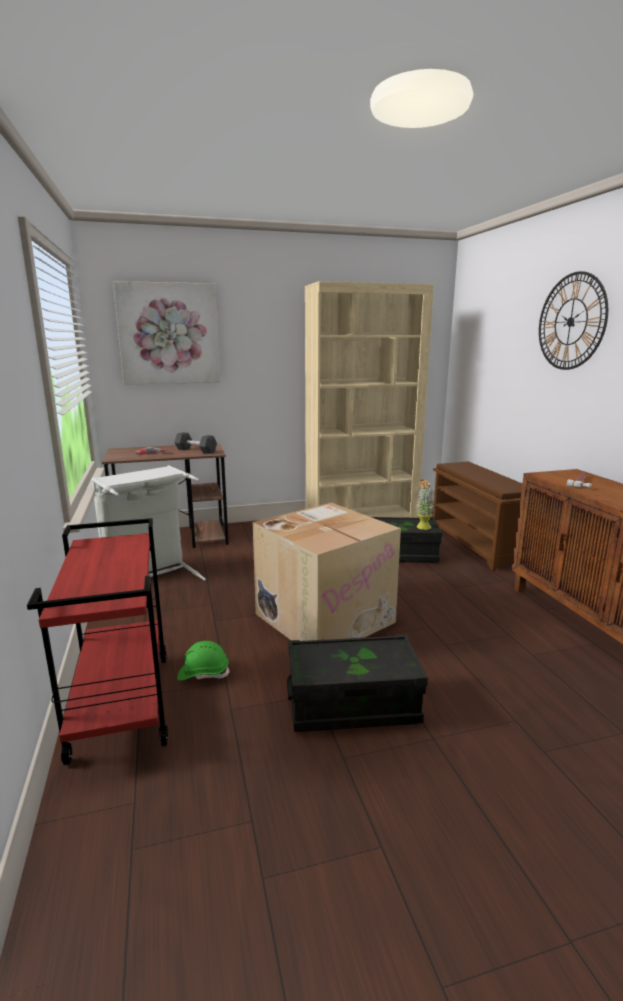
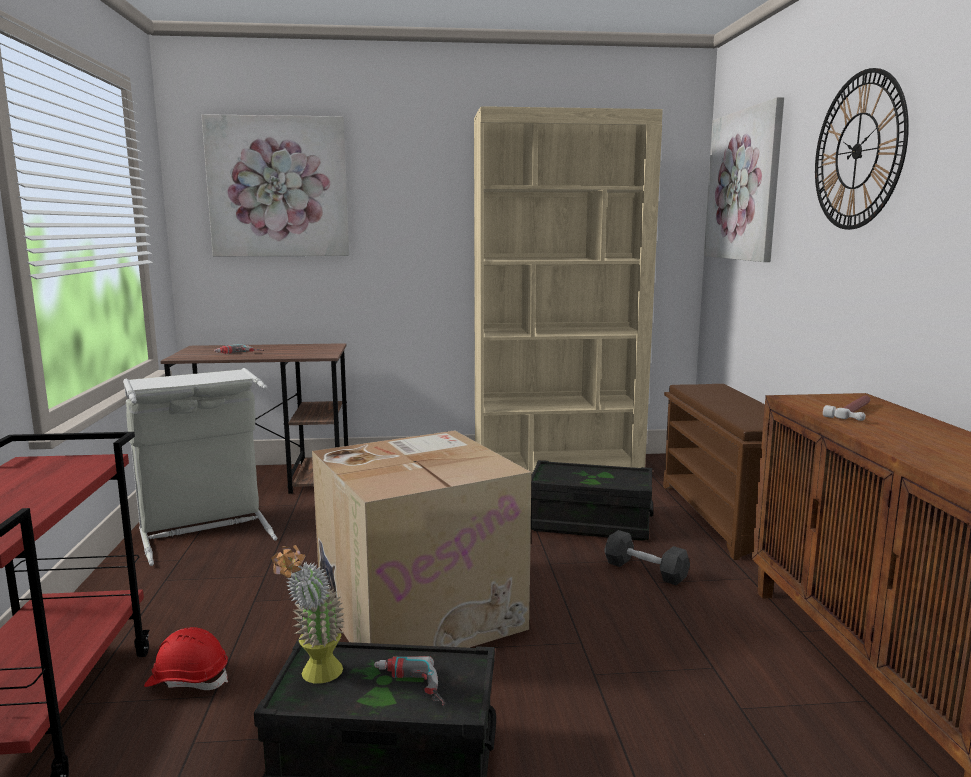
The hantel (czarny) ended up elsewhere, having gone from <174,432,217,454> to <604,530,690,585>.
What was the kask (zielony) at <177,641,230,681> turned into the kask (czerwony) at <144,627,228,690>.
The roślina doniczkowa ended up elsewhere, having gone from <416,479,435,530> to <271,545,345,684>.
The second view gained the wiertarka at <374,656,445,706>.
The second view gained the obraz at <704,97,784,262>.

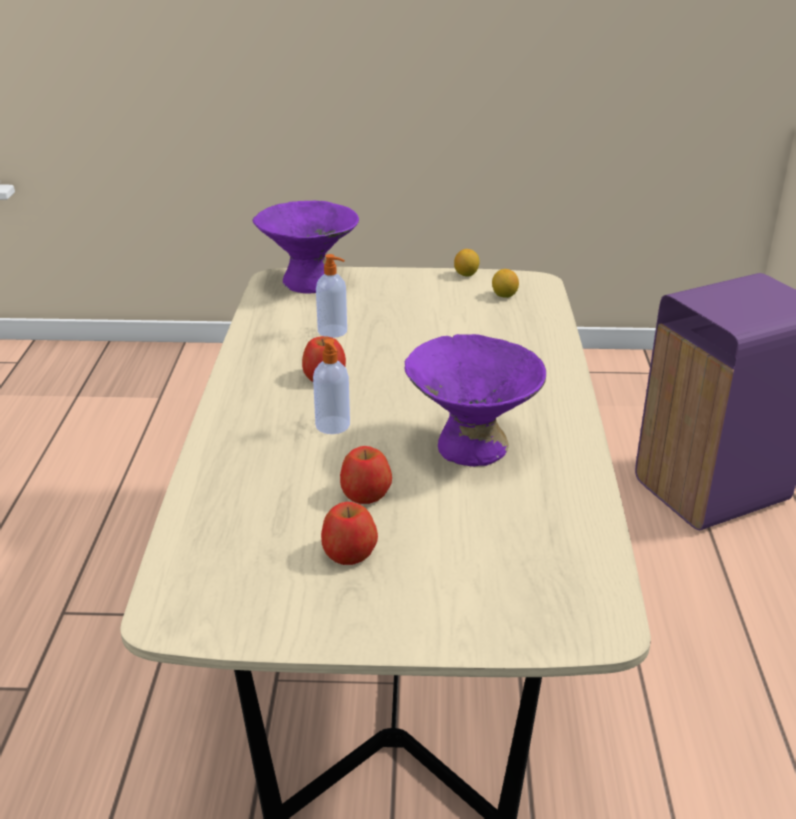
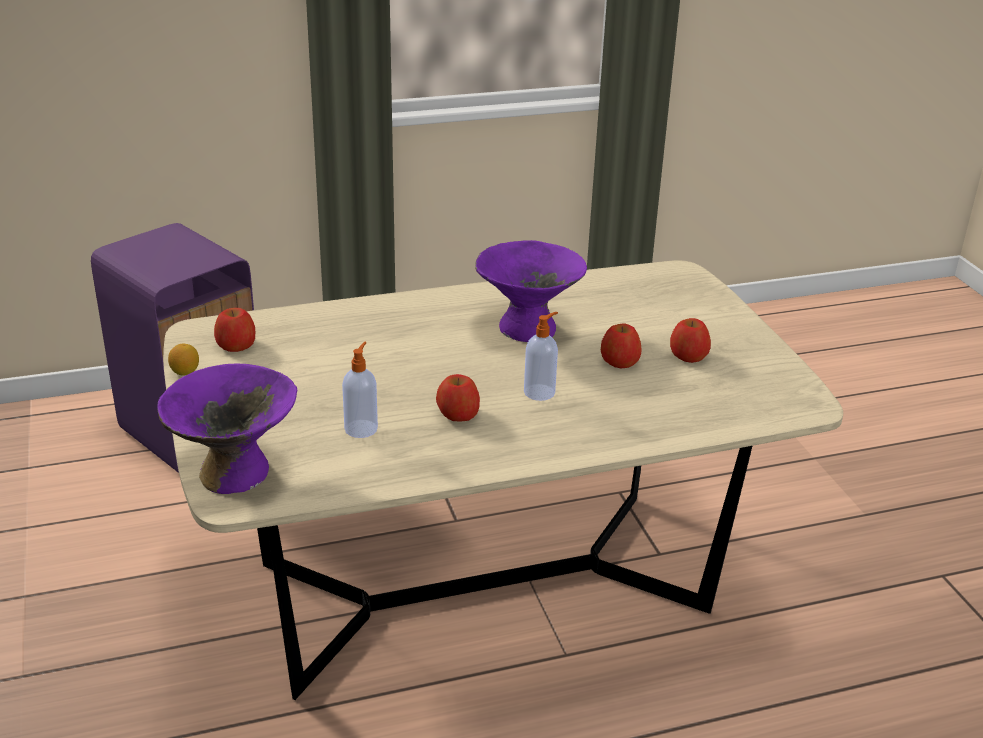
Where the cytryna stood at <492,269,519,298>, the jabłko came to stand at <214,308,255,352>.

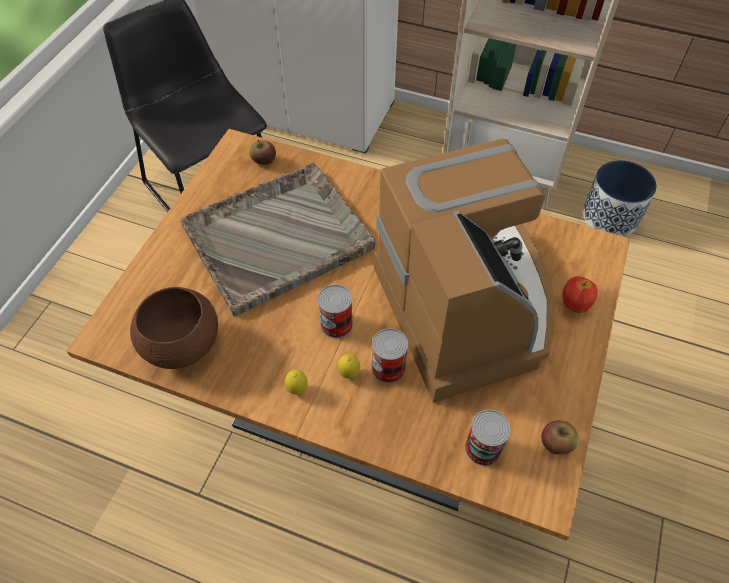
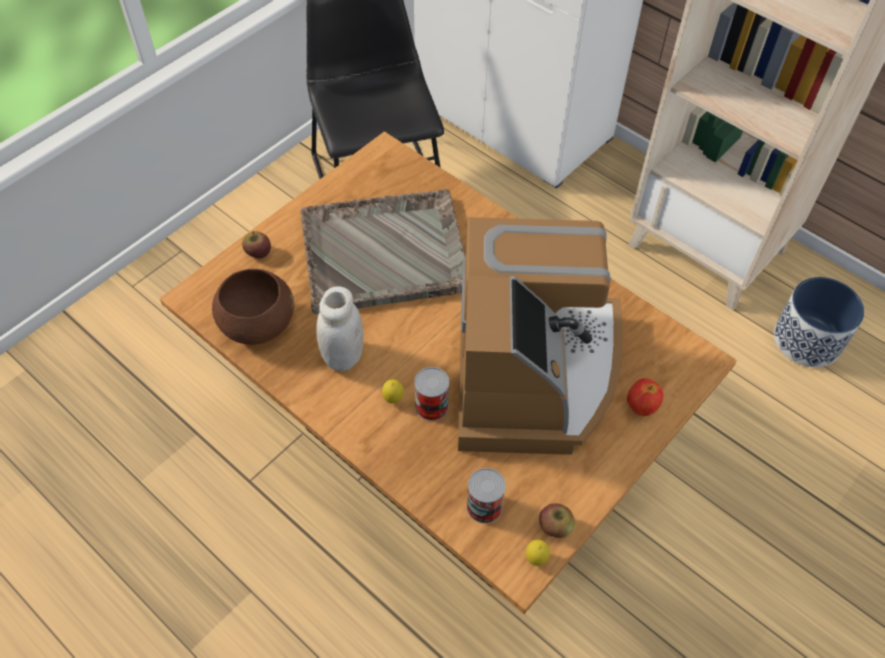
The jabłko ended up elsewhere, having gone from <249,139,276,165> to <242,231,271,259>.
The cytryna ended up elsewhere, having gone from <285,370,308,395> to <526,539,550,566>.
The second view lost the puszka at <318,285,353,338>.
The second view gained the słoik (biały) at <316,286,364,371>.

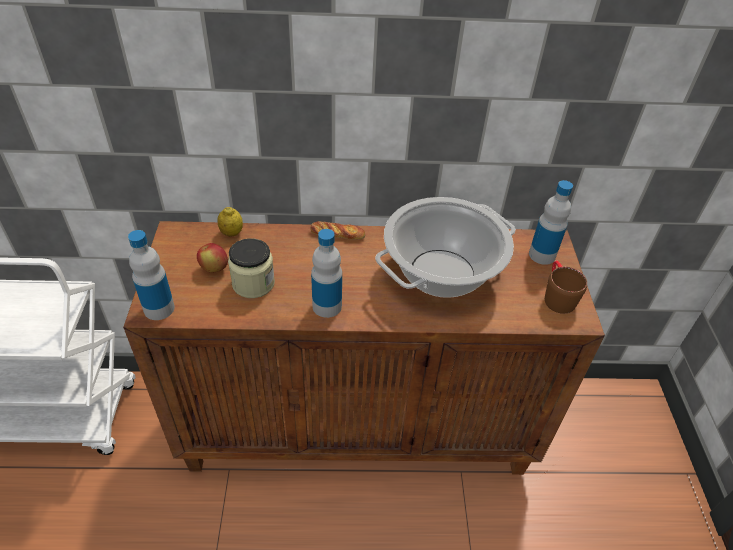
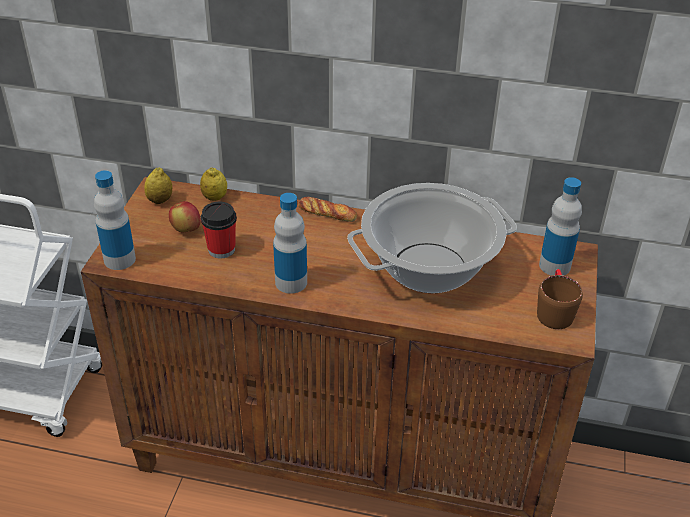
Where the słoik stood at <228,238,275,298>, the filiżanka came to stand at <201,202,237,258>.
The second view gained the cytryna at <144,168,172,204>.

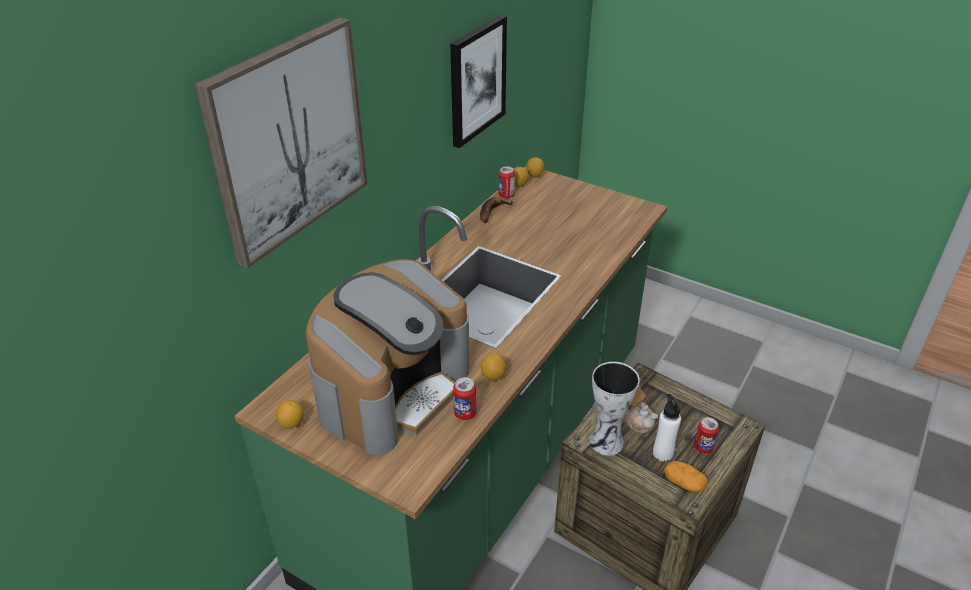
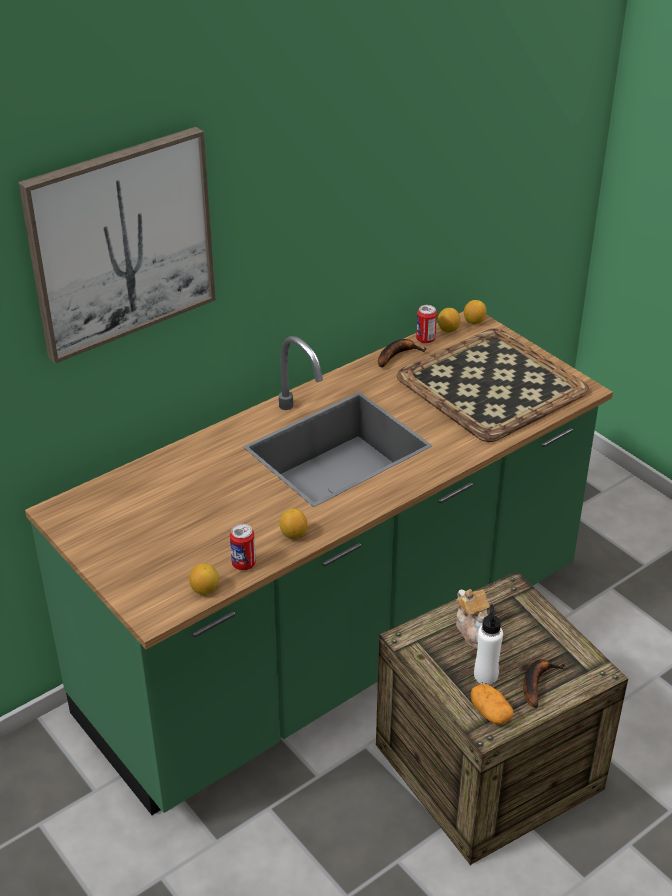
The cytryna ended up elsewhere, having gone from <276,400,304,429> to <189,563,219,594>.
The second view lost the ekspres do kawy at <305,259,470,455>.
The second view lost the obraz at <450,15,507,148>.
The second view lost the wazon at <589,362,640,456>.
Where the puszka stood at <694,417,719,454>, the banan came to stand at <523,659,564,708>.
The second view gained the taca at <397,328,589,442>.

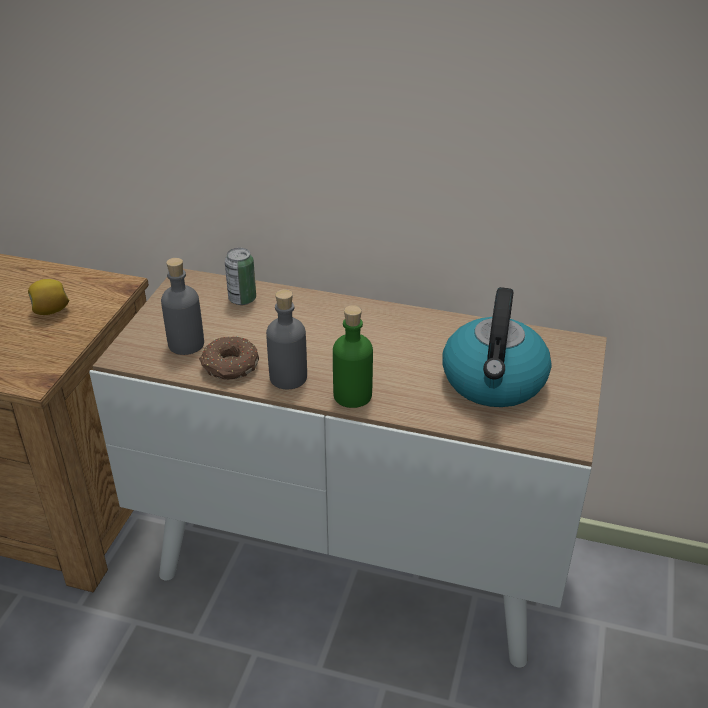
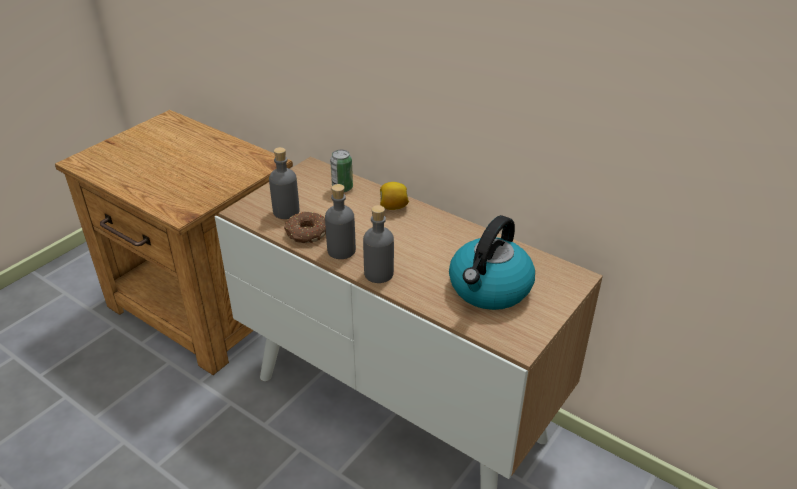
The cytryna ended up elsewhere, having gone from <28,279,69,315> to <380,182,409,210>.
What was the butelka (zielony) at <333,305,373,408> turned into the butelka (szary) at <363,205,394,283>.

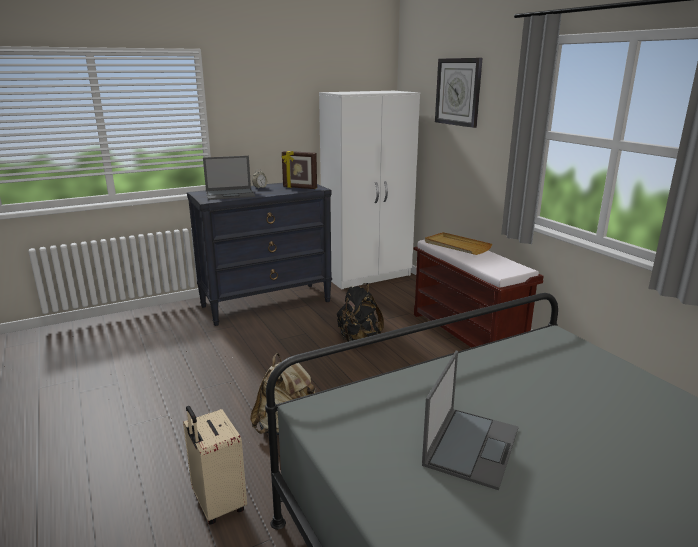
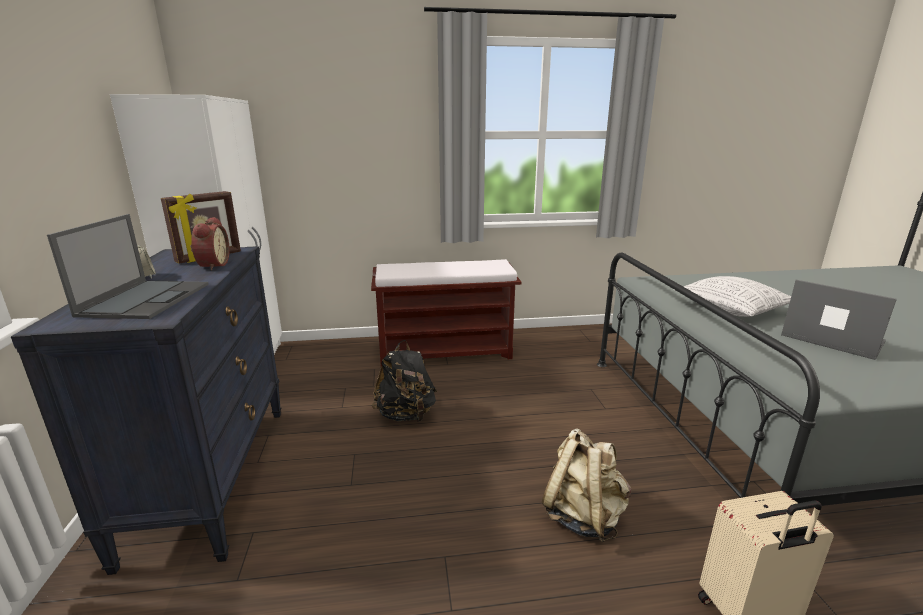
The second view lost the taca (beżowy) at <425,232,492,255>.
The second view lost the zegar ścienny at <435,58,482,128>.
The second view gained the budzik at <190,217,230,270>.
The second view gained the poduszka at <675,276,791,317>.

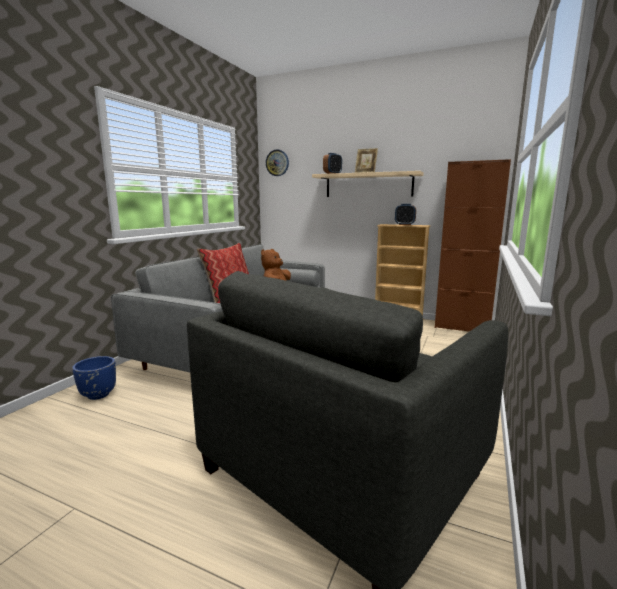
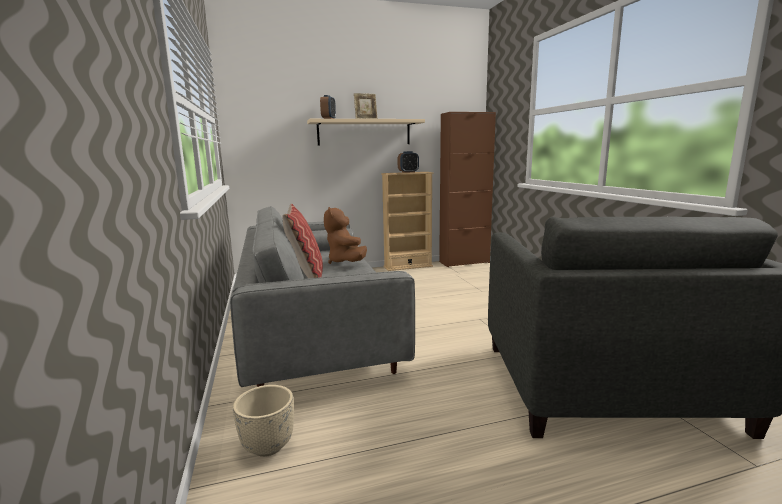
What was the donica (niebieski) at <72,356,116,400> turned into the donica (beżowy) at <233,385,294,457>.
The second view lost the zegar ścienny at <266,149,289,176>.

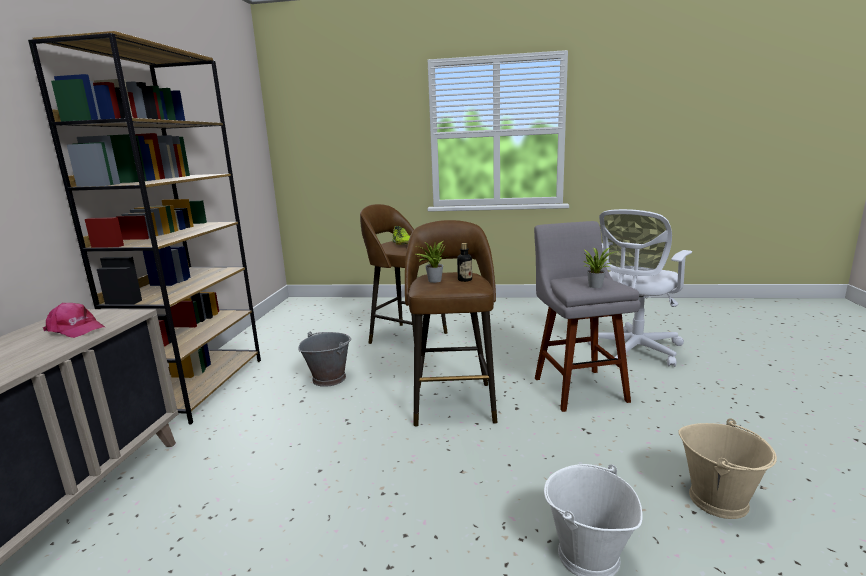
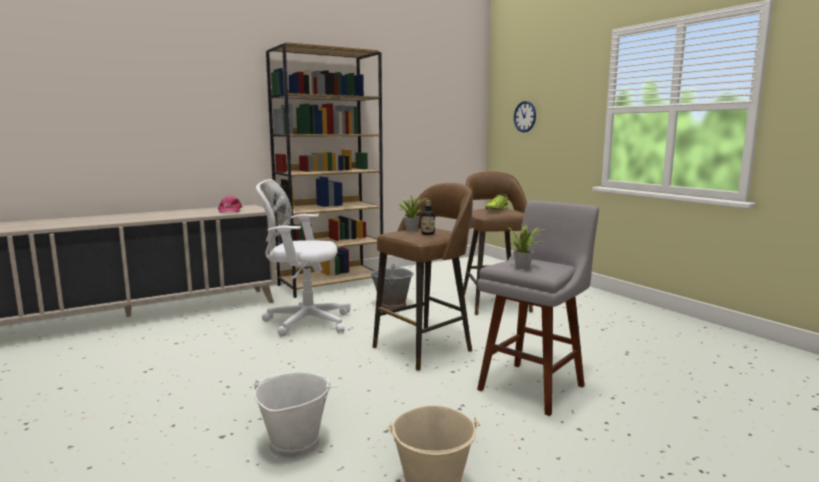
The krzesło biurowe (biały) ended up elsewhere, having gone from <587,209,692,367> to <256,179,350,336>.
The second view gained the zegar ścienny at <514,101,536,132>.

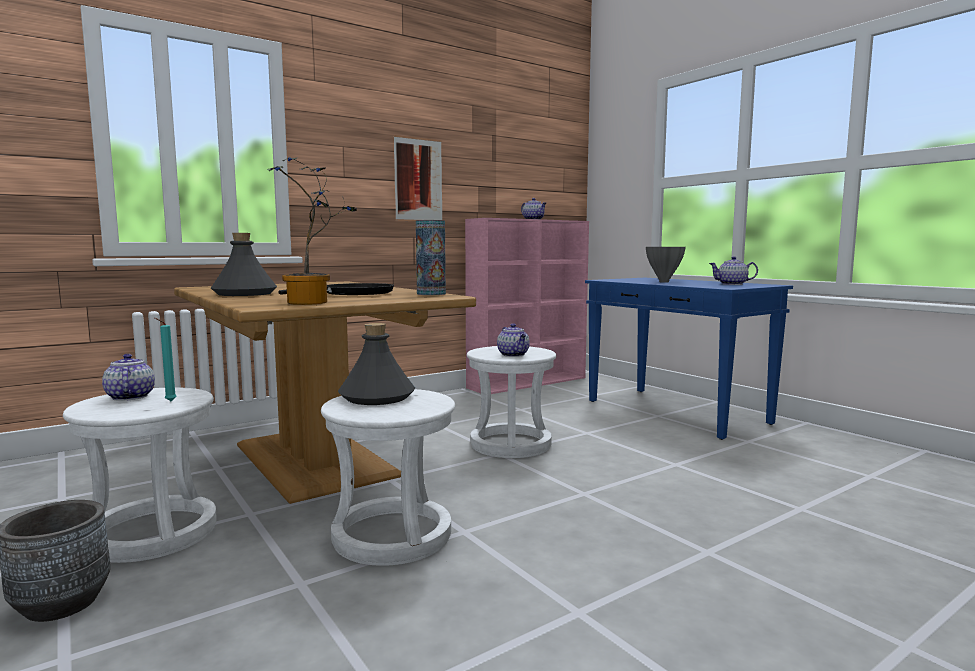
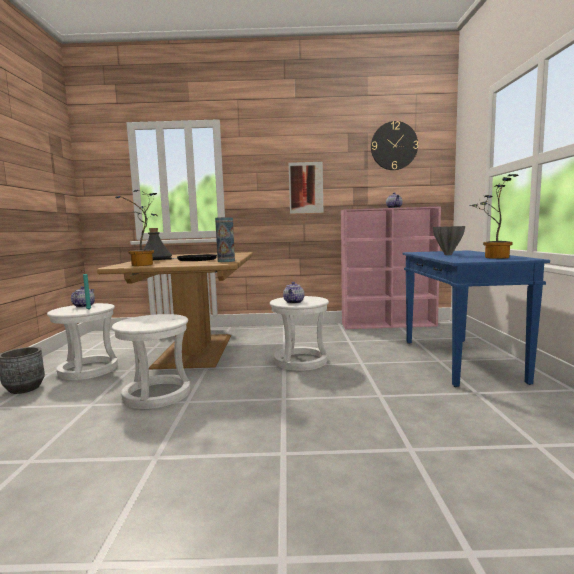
The second view lost the butelka (szary) at <338,323,415,405>.
Where the imbryk stood at <709,256,758,285>, the roślina doniczkowa came to stand at <469,174,519,259>.
The second view gained the zegar ścienny at <371,121,418,170>.

